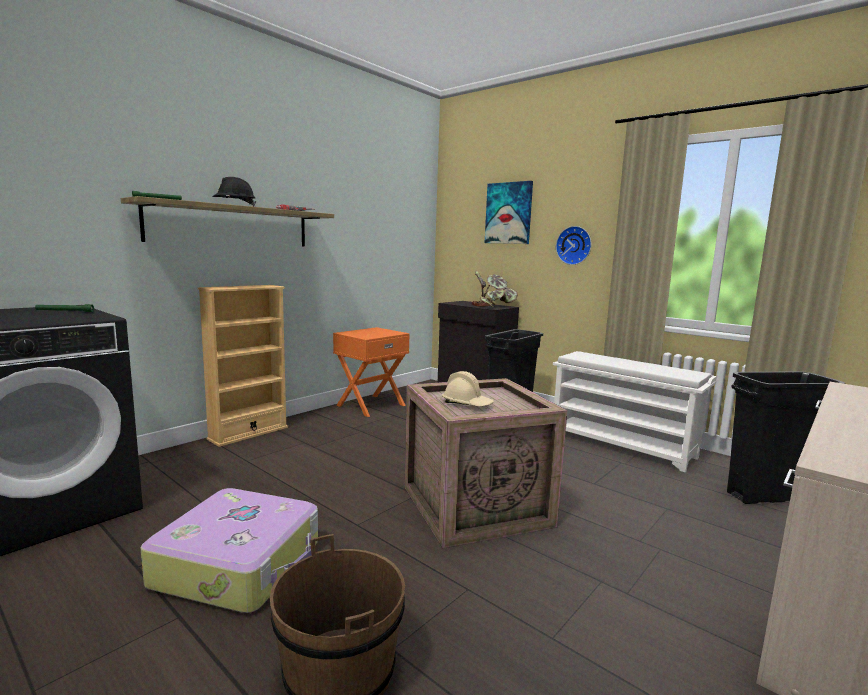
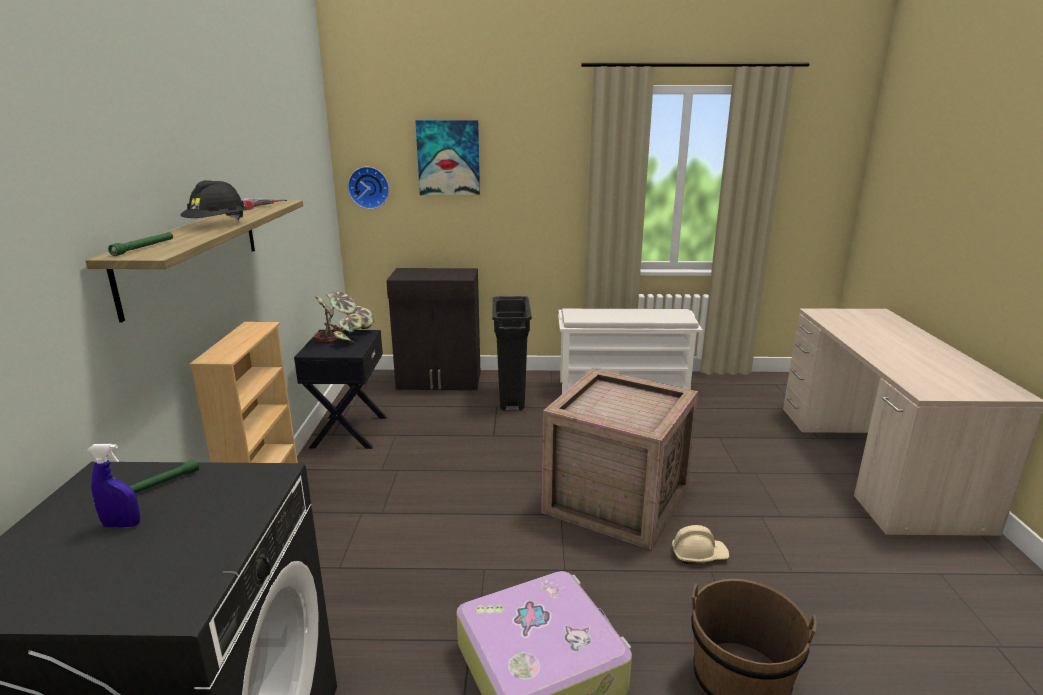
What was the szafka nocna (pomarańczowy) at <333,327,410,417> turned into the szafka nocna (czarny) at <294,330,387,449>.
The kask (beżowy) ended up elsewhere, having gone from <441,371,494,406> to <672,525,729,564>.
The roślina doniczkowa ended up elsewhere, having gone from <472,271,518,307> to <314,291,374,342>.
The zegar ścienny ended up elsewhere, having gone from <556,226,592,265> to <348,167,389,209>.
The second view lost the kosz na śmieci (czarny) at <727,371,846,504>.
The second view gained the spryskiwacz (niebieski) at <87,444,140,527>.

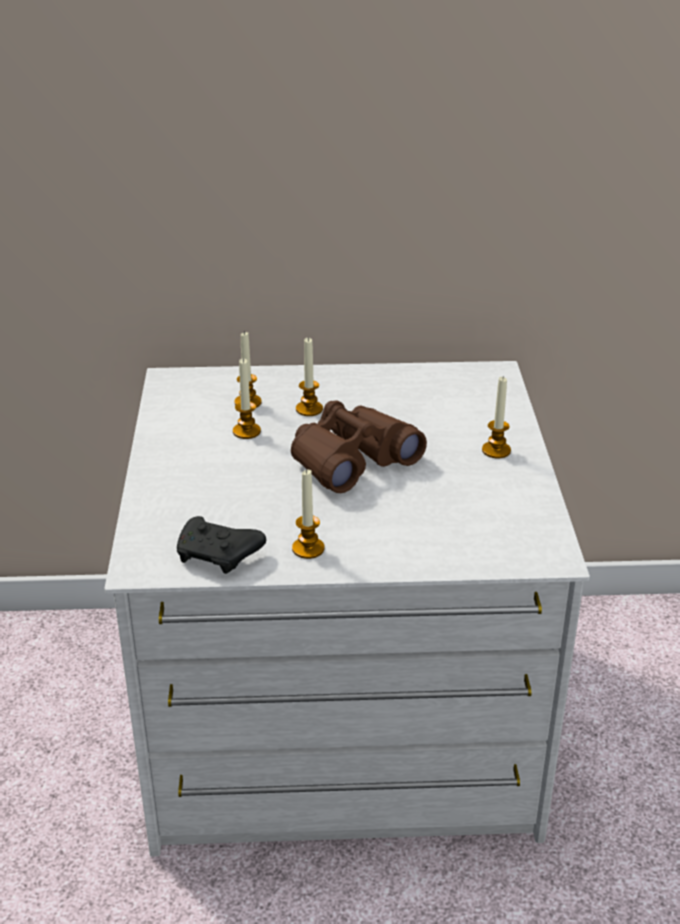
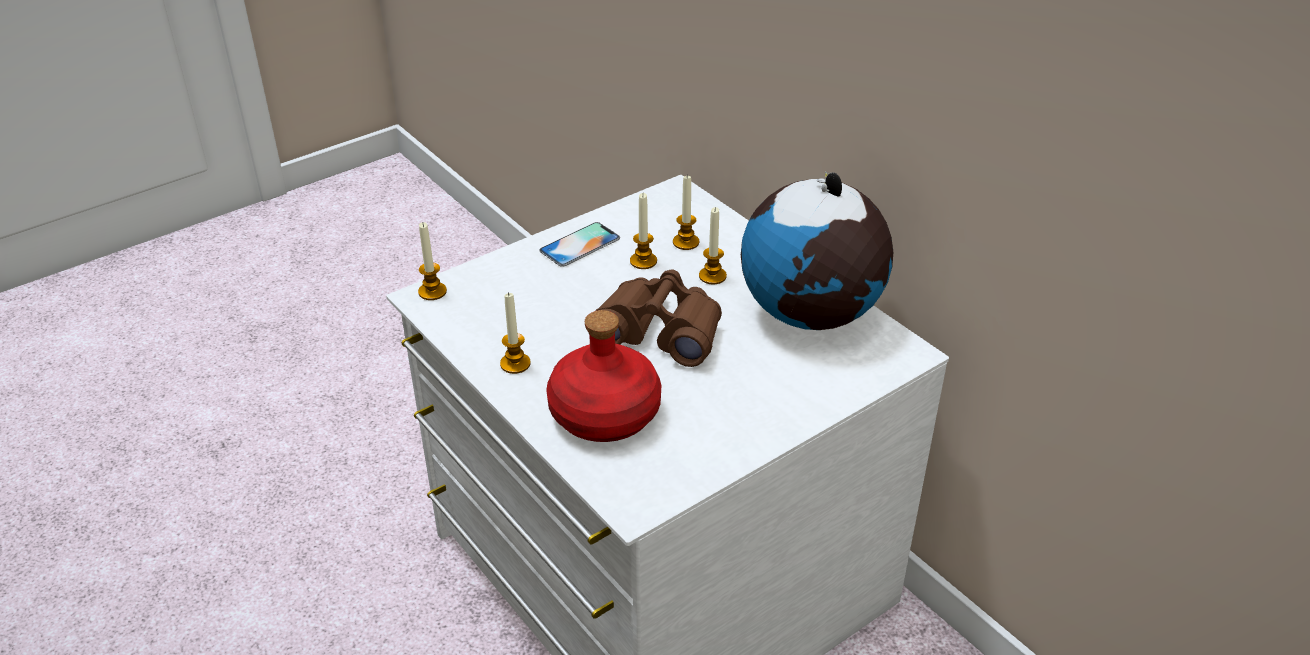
The second view lost the pad do gier (czarny) at <177,516,266,574>.
The świeca ended up elsewhere, having gone from <482,377,511,459> to <418,222,447,300>.
The second view gained the telefon at <539,222,620,267>.
The second view gained the butelka (czerwony) at <546,310,661,442>.
The second view gained the globus at <741,172,893,330>.

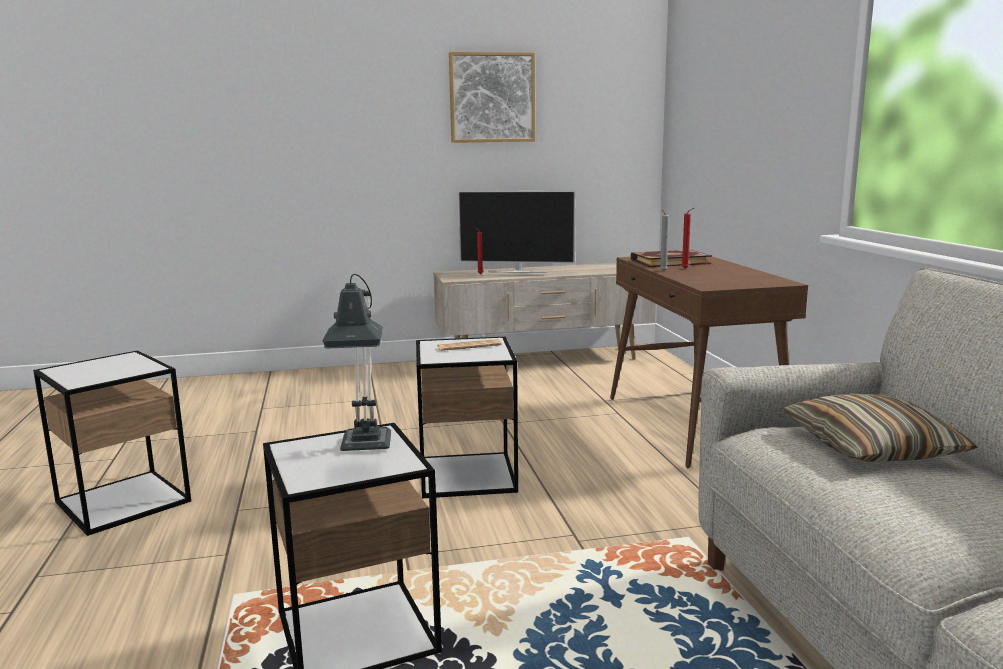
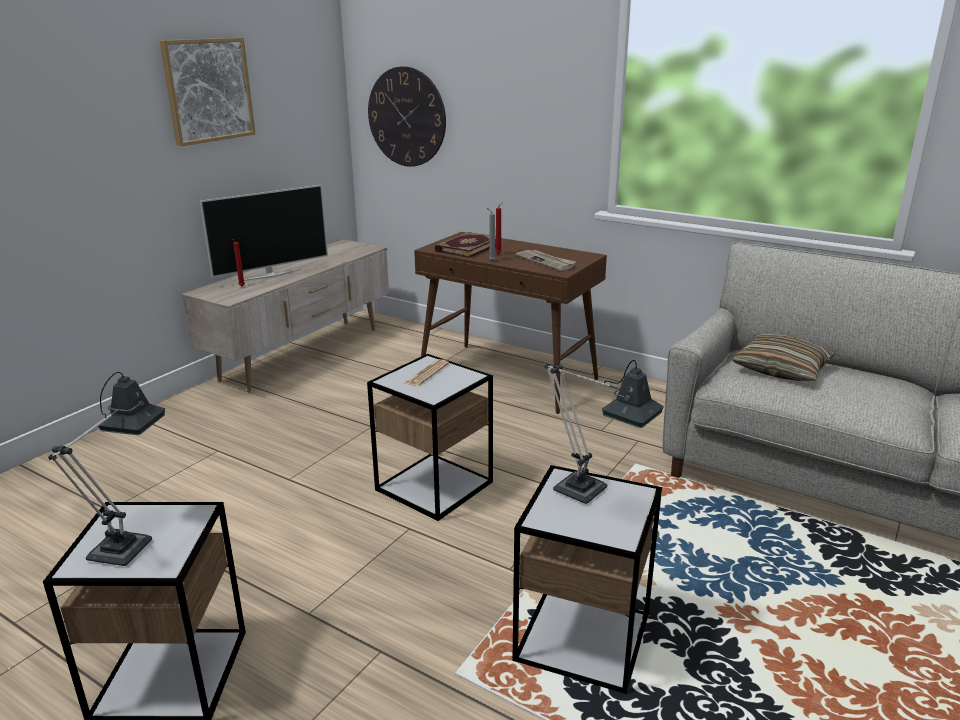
The second view gained the lampa stołowa at <48,372,165,566>.
The second view gained the zegar ścienny at <368,66,446,167>.
The second view gained the gazeta at <516,250,576,271>.

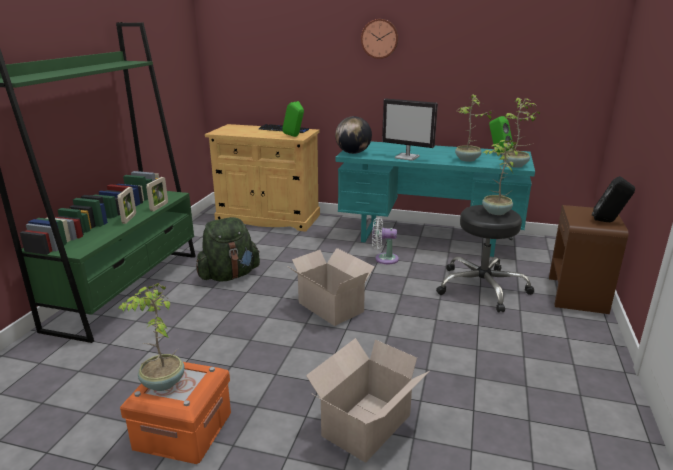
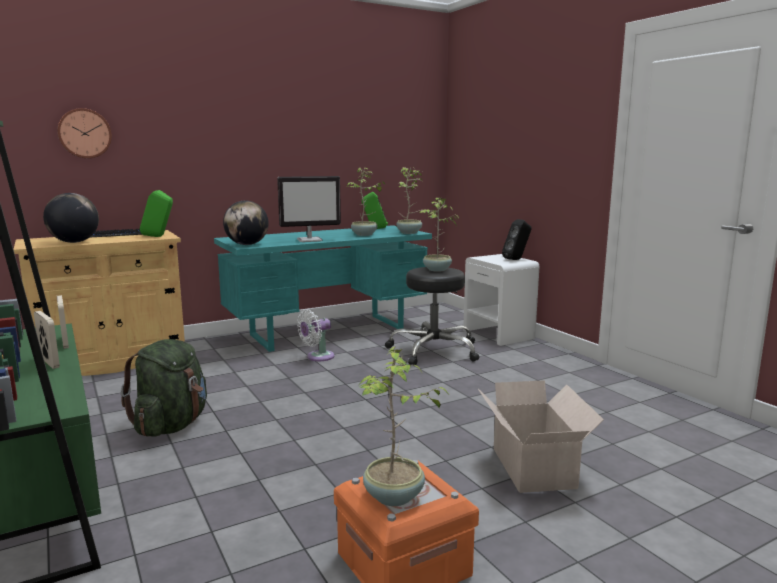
The second view lost the karton at <288,248,375,326>.
The zegar ścienny ended up elsewhere, having gone from <361,19,399,59> to <57,108,112,158>.
What was the szafka nocna (brązowy) at <549,205,628,314> turned into the szafka nocna (biały) at <463,254,540,346>.
The second view gained the globus at <43,193,99,243>.

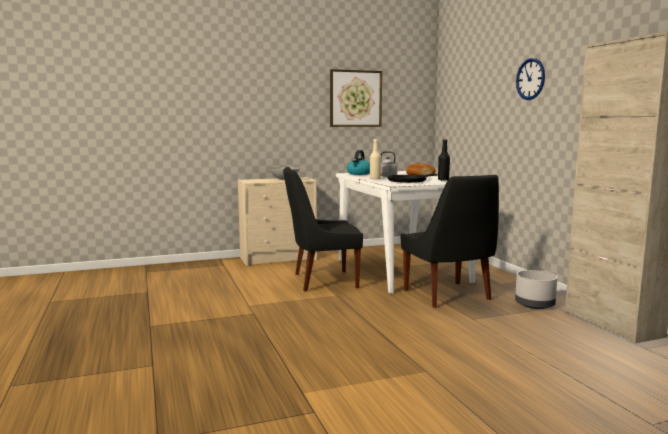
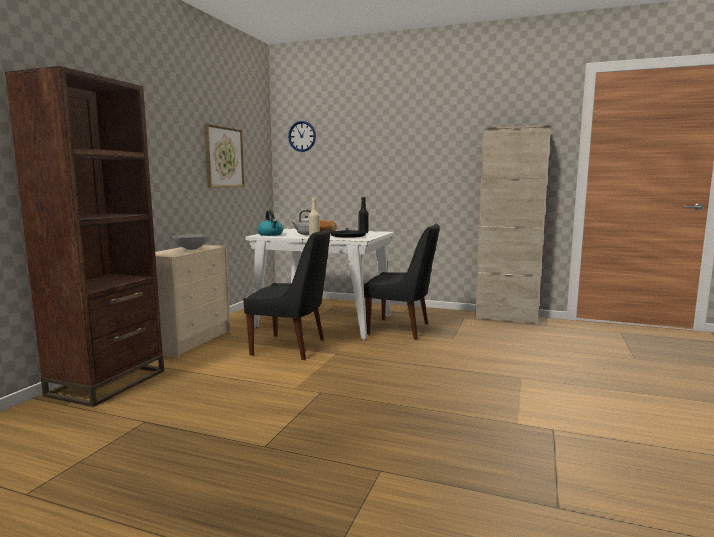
The krzesło (czarny) at <283,167,363,292> ended up facing another way, 105 degrees counterclockwise from before.
The second view lost the donica (szary) at <515,270,558,309>.
The zegar ścienny ended up elsewhere, having gone from <516,58,545,100> to <288,121,316,152>.
The second view gained the regał (brązowy) at <5,66,164,407>.

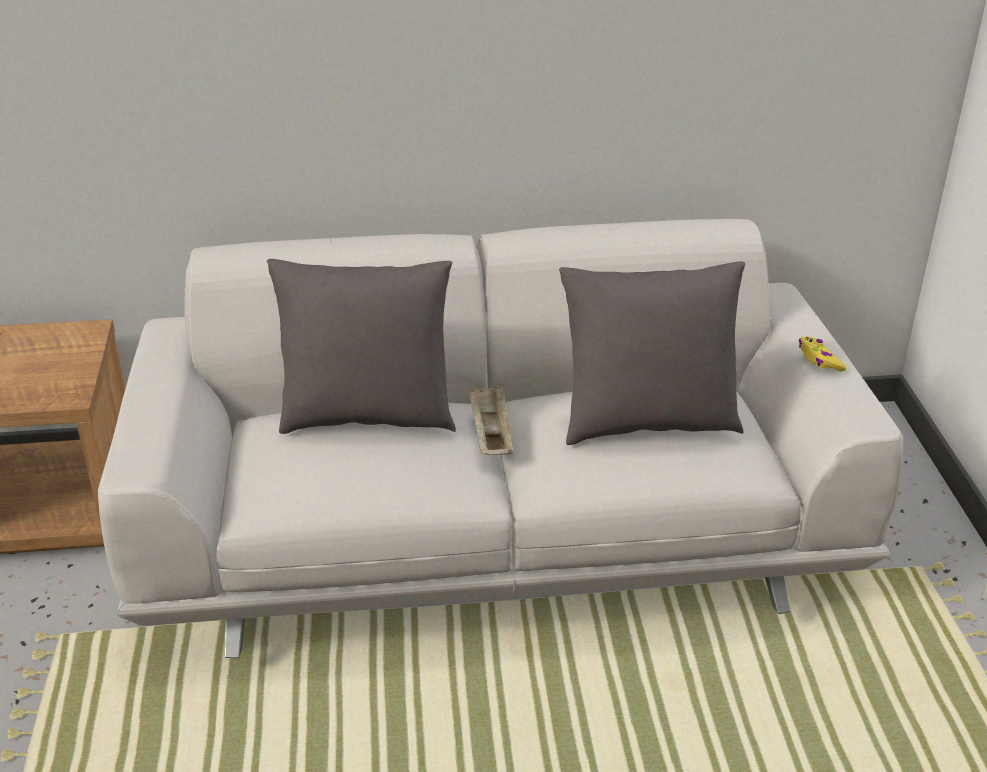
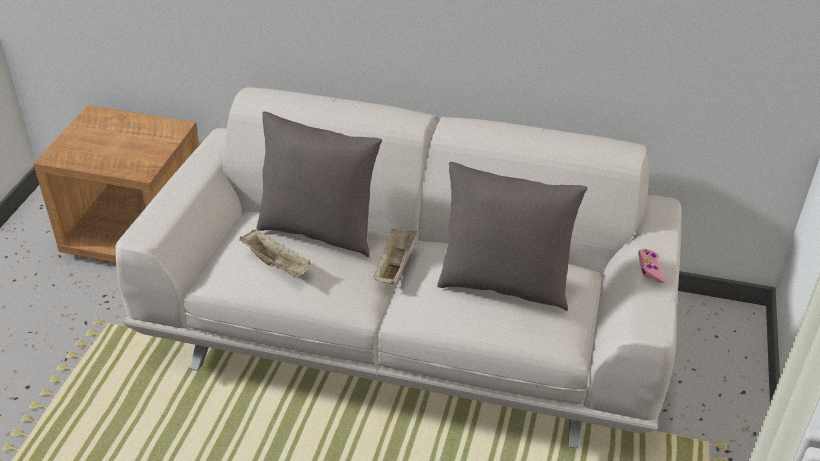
What was the pad do gier (żółty) at <799,337,847,372> turned into the pad do gier (różowy) at <638,249,666,283>.
The second view gained the taca (beżowy) at <239,229,311,278>.

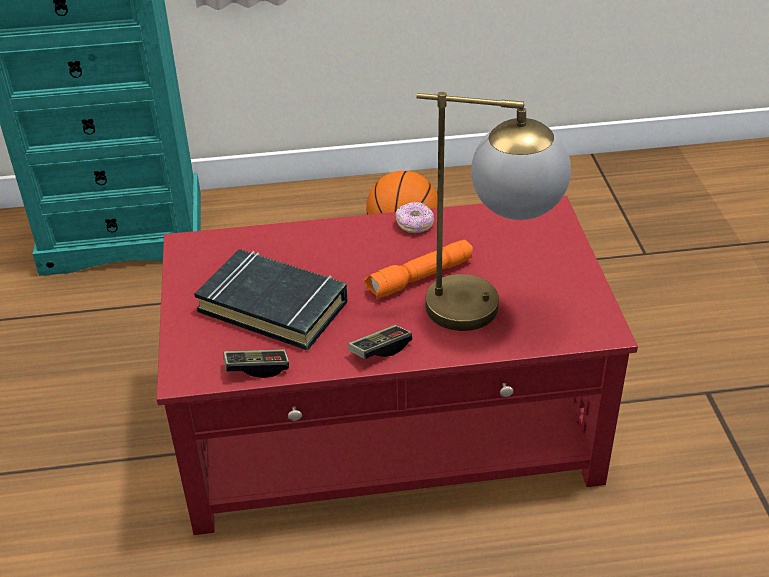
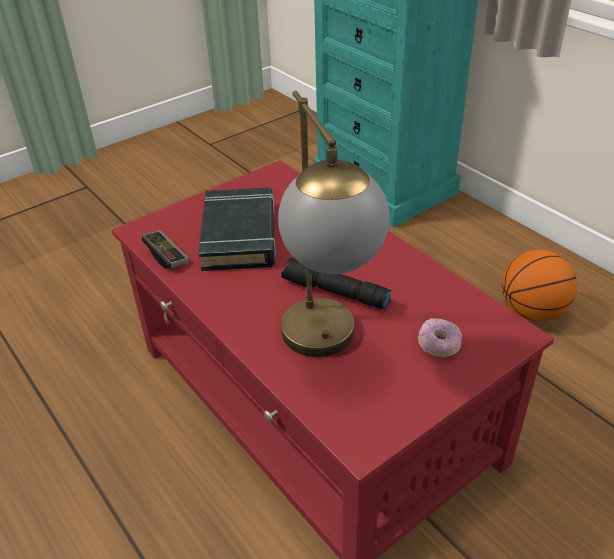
The second view lost the pad do gier at <348,325,412,359>.
What was the latarka (pomarańczowy) at <364,240,473,299> turned into the latarka (czarny) at <281,257,391,309>.
The donut ended up elsewhere, having gone from <396,202,434,233> to <418,318,462,357>.

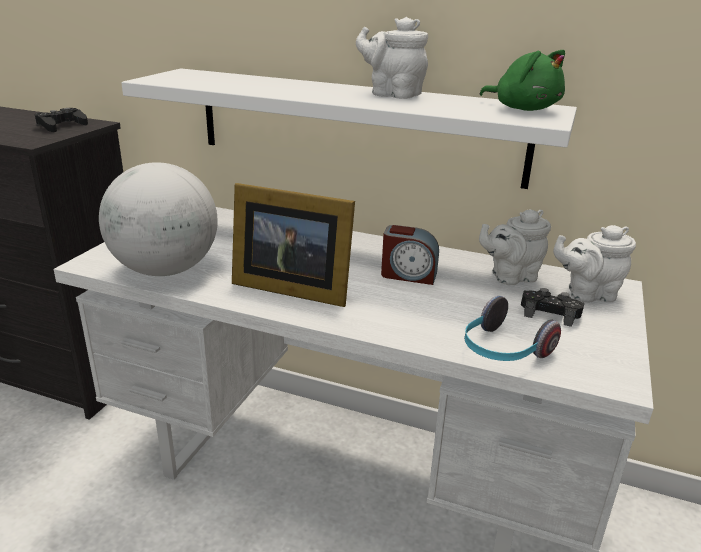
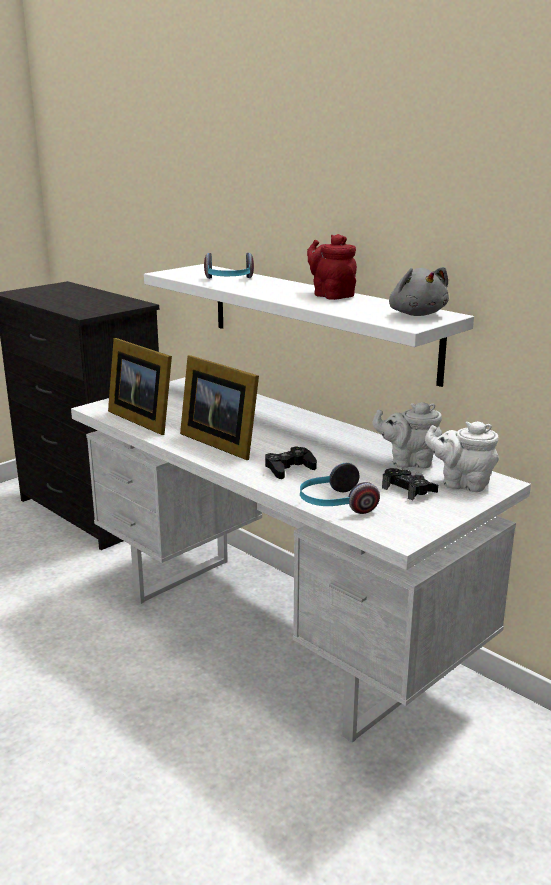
The pad do gier (czarny) ended up elsewhere, having gone from <35,108,88,132> to <265,447,317,479>.
Where the globus stood at <99,162,217,276>, the ramka na zdjęcie came to stand at <108,338,172,435>.
What was the imbryk (biały) at <356,17,428,99> turned into the imbryk (czerwony) at <307,234,357,300>.
The second view lost the budzik at <381,225,439,285>.
What was the pluszak (zielony) at <480,50,565,111> turned into the pluszak (szary) at <389,267,449,316>.
The second view gained the słuchawki at <204,253,254,279>.

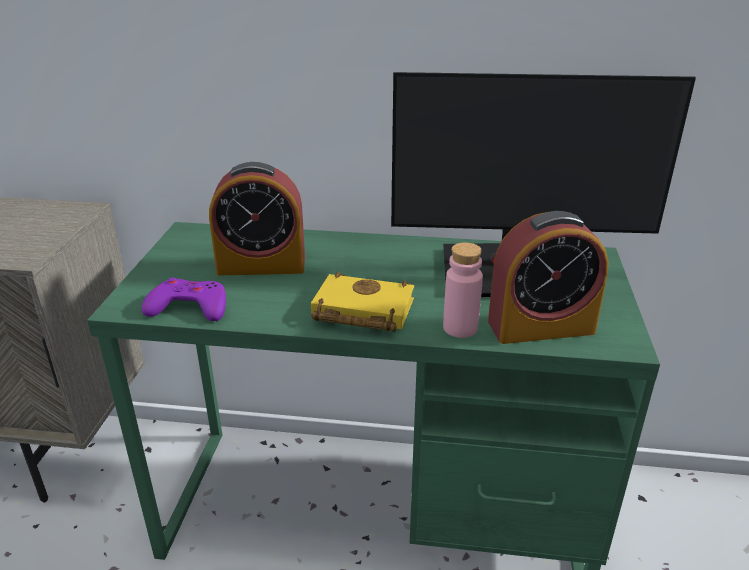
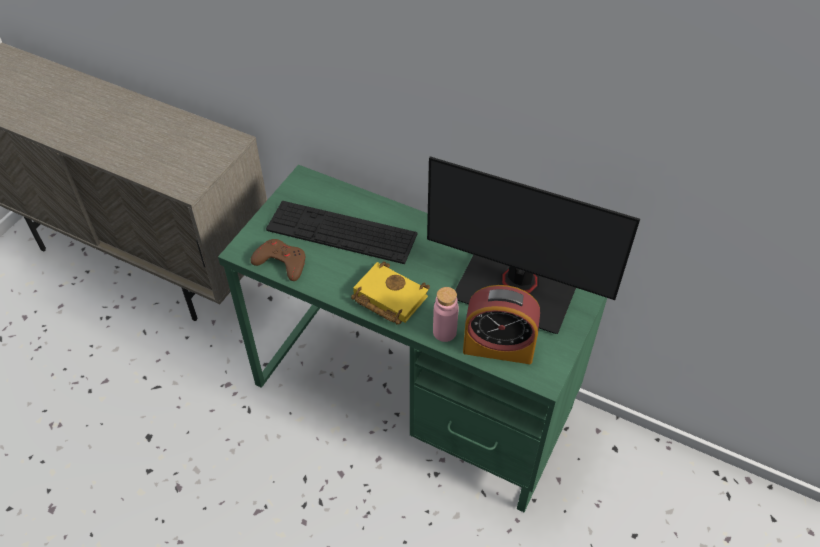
What was the pad do gier (fioletowy) at <142,278,226,321> turned into the pad do gier (brązowy) at <251,239,305,281>.
Where the budzik stood at <209,162,305,275>, the klawiatura came to stand at <266,201,417,264>.

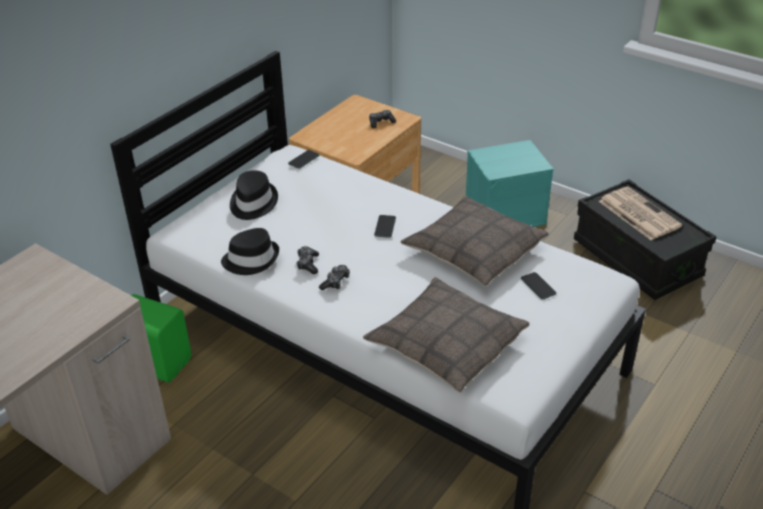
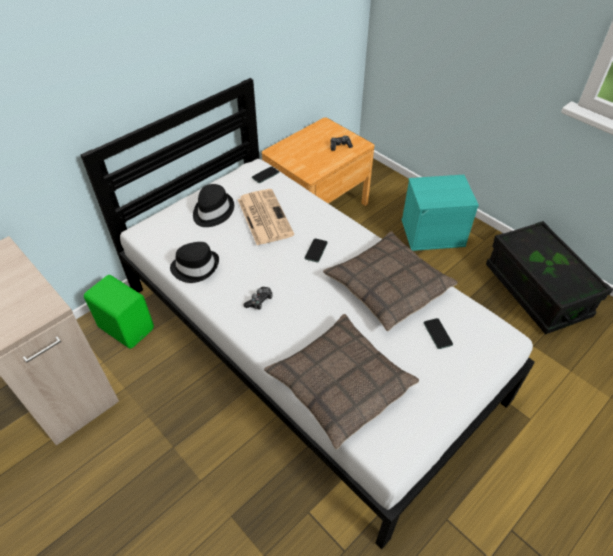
The second view lost the pad do gier at <296,246,319,274>.
The gazeta ended up elsewhere, having gone from <599,187,682,240> to <238,189,294,245>.

